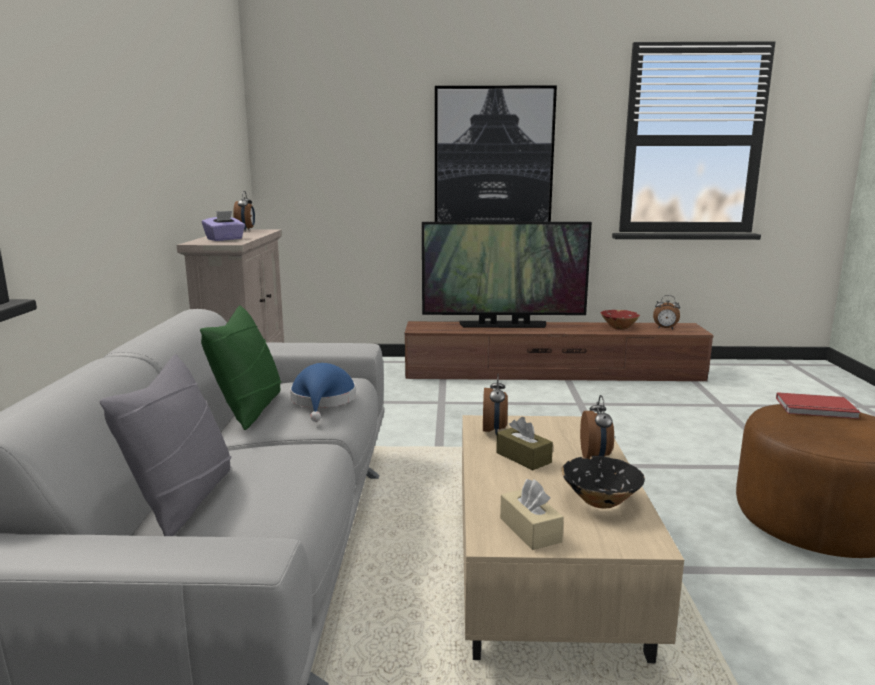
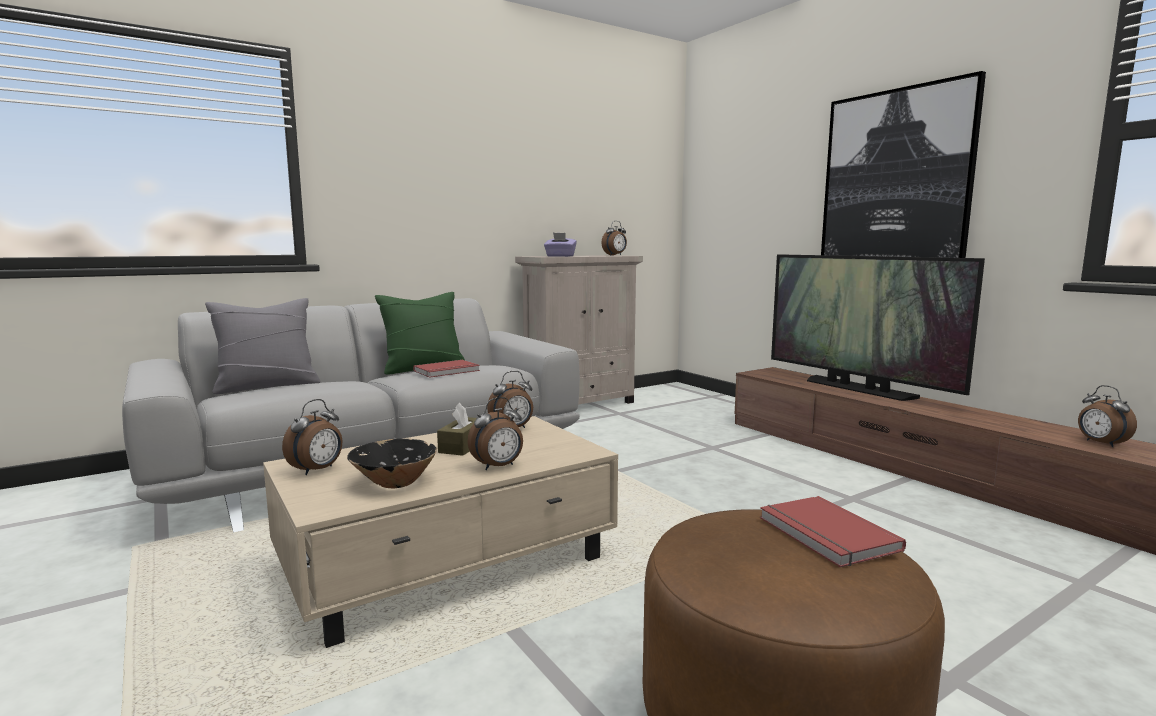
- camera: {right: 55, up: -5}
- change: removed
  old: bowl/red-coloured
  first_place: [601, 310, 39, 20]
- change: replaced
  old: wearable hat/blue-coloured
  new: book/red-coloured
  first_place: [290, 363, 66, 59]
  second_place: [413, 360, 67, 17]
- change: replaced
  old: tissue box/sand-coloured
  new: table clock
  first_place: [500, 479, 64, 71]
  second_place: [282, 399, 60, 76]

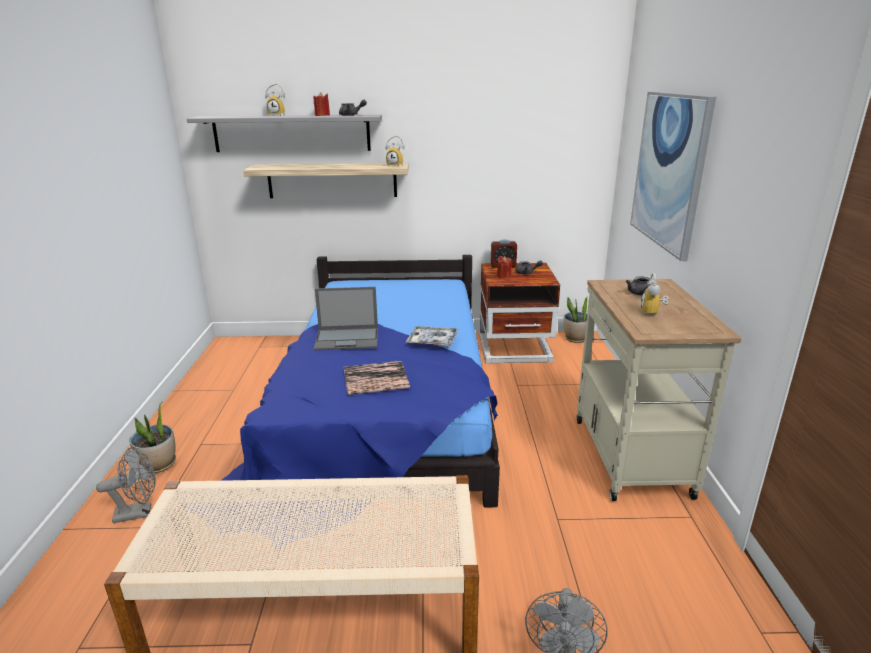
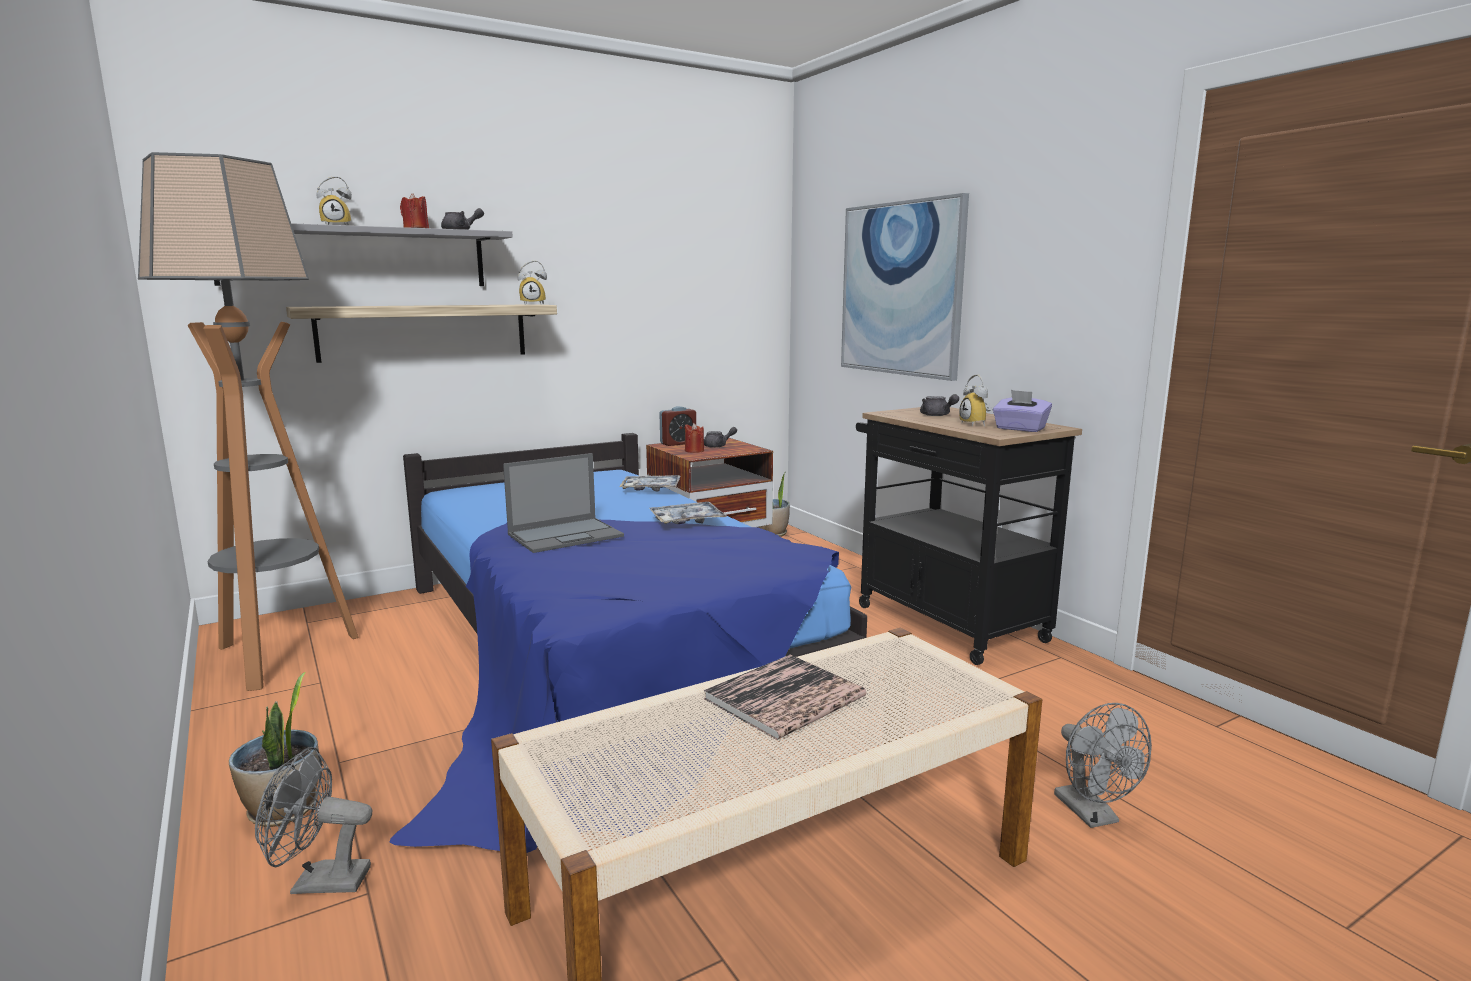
- camera: {right: -30, up: -10}
- change: added
  new: floor lamp
  second_place: [138, 152, 220, 539]
- change: added
  new: carrying tray
  second_place: [619, 475, 61, 17]
- change: added
  new: tissue box/purplish
  second_place: [993, 390, 59, 42]
- change: moved
  old: book
  first_place: [344, 361, 66, 34]
  second_place: [703, 655, 163, 85]
- change: recoloured
  old: cart/sand-coloured
  new: cart/blackish
  first_place: [576, 279, 166, 222]
  second_place: [856, 407, 226, 258]
- change: turned
  old: cooling fan/gray
  first_place: [96, 448, 60, 75]
  second_place: [255, 747, 117, 147]
  degrees: -135

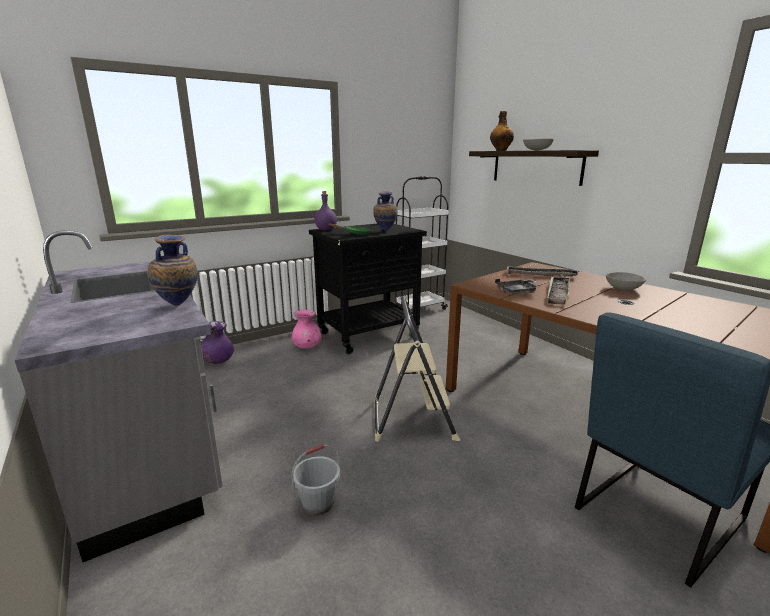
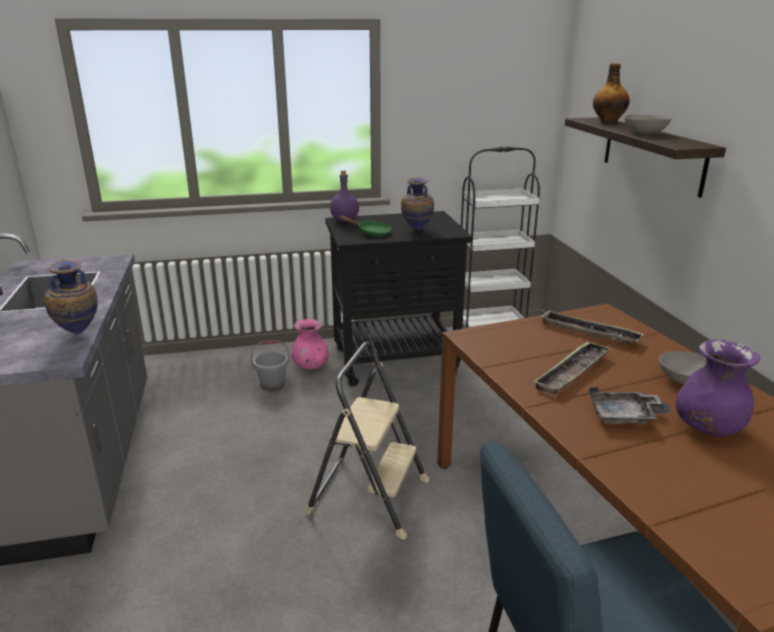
- camera: {right: 20, up: 5}
- change: moved
  old: vase/purplish
  first_place: [201, 321, 33, 43]
  second_place: [676, 339, 84, 97]
- change: moved
  old: bucket/gray
  first_place: [291, 444, 49, 71]
  second_place: [251, 340, 39, 51]
- change: moved
  old: carrying tray/gray
  first_place: [495, 279, 45, 16]
  second_place: [589, 387, 73, 37]

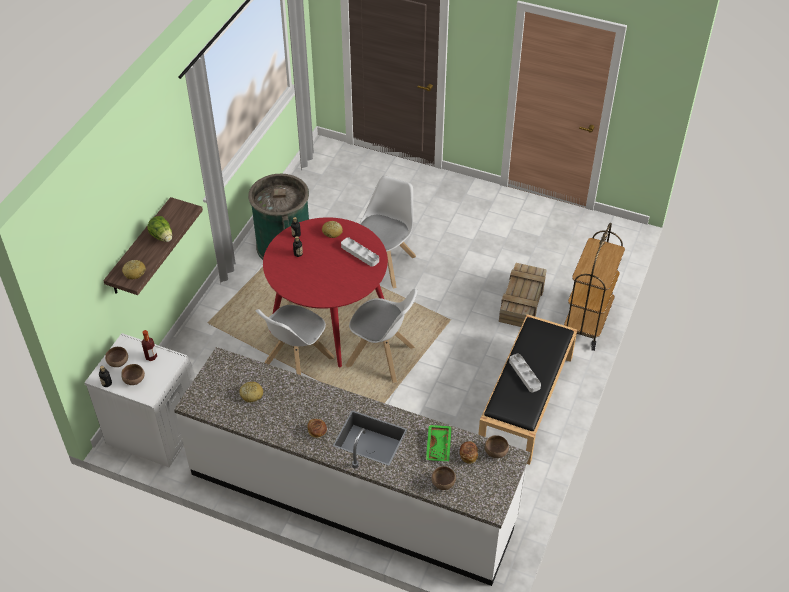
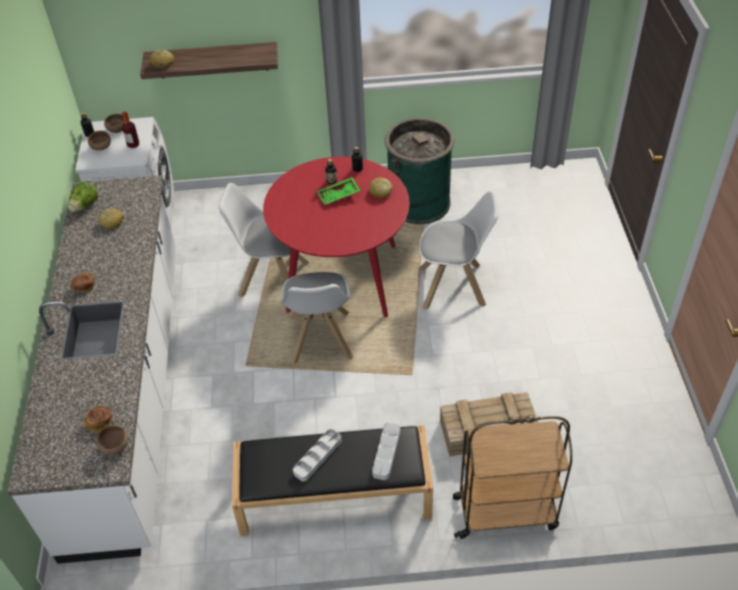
- camera: {right: 65, up: 0}
- change: removed
  old: bowl/brown
  first_place: [431, 466, 25, 24]
- change: moved
  old: lettuce head
  first_place: [147, 216, 25, 26]
  second_place: [68, 182, 30, 30]
- change: moved
  old: carrying tray/gray
  first_place: [341, 238, 38, 29]
  second_place: [372, 423, 28, 57]
- change: moved
  old: carrying tray/green
  first_place: [426, 425, 26, 36]
  second_place: [317, 177, 44, 28]

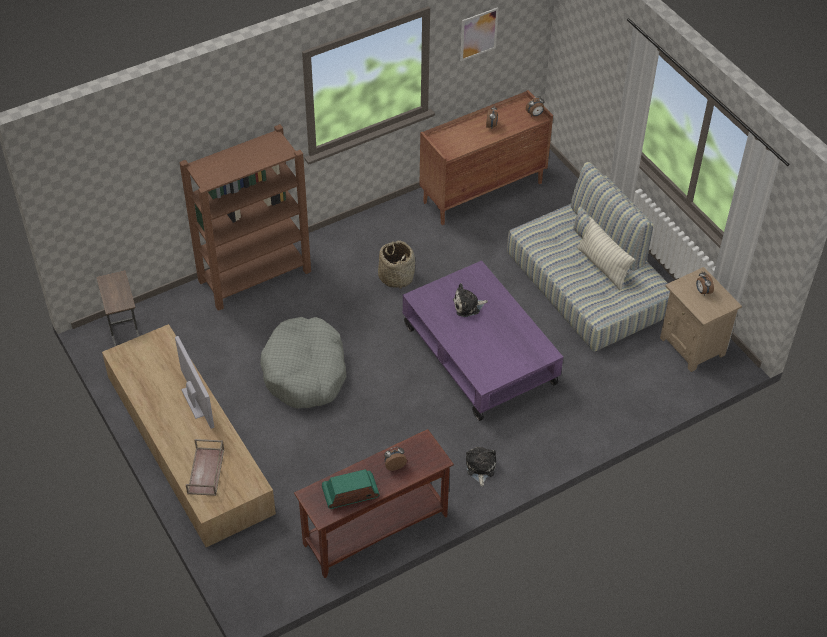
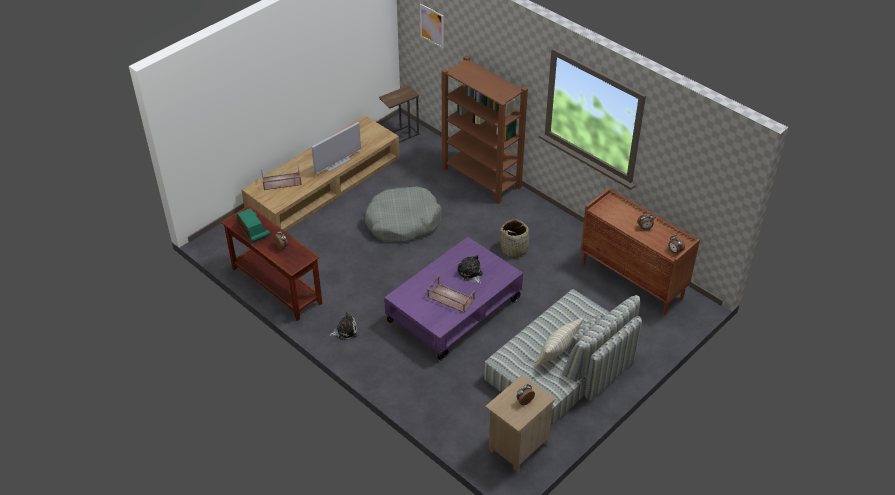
- camera: {right: 75, up: -5}
- change: added
  new: carrying tray/brown
  second_place: [427, 276, 48, 37]
- change: moved
  old: picture
  first_place: [460, 7, 38, 54]
  second_place: [420, 3, 24, 45]

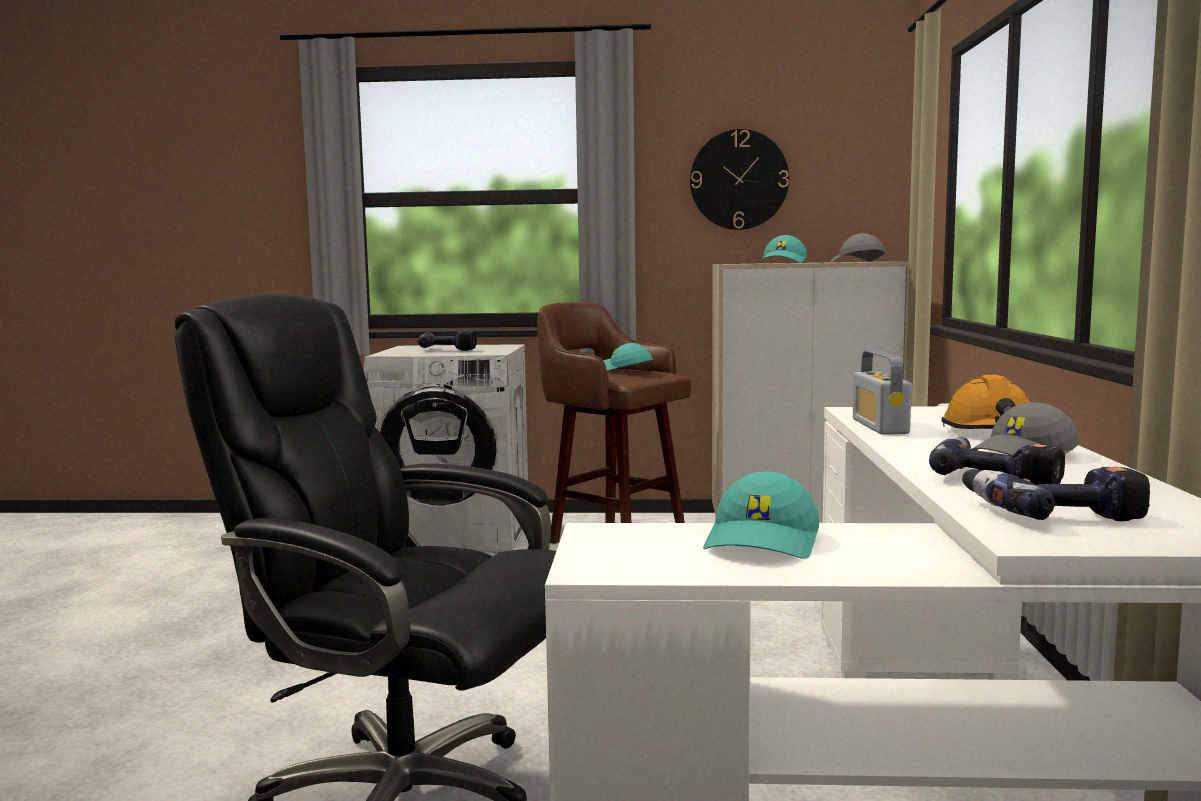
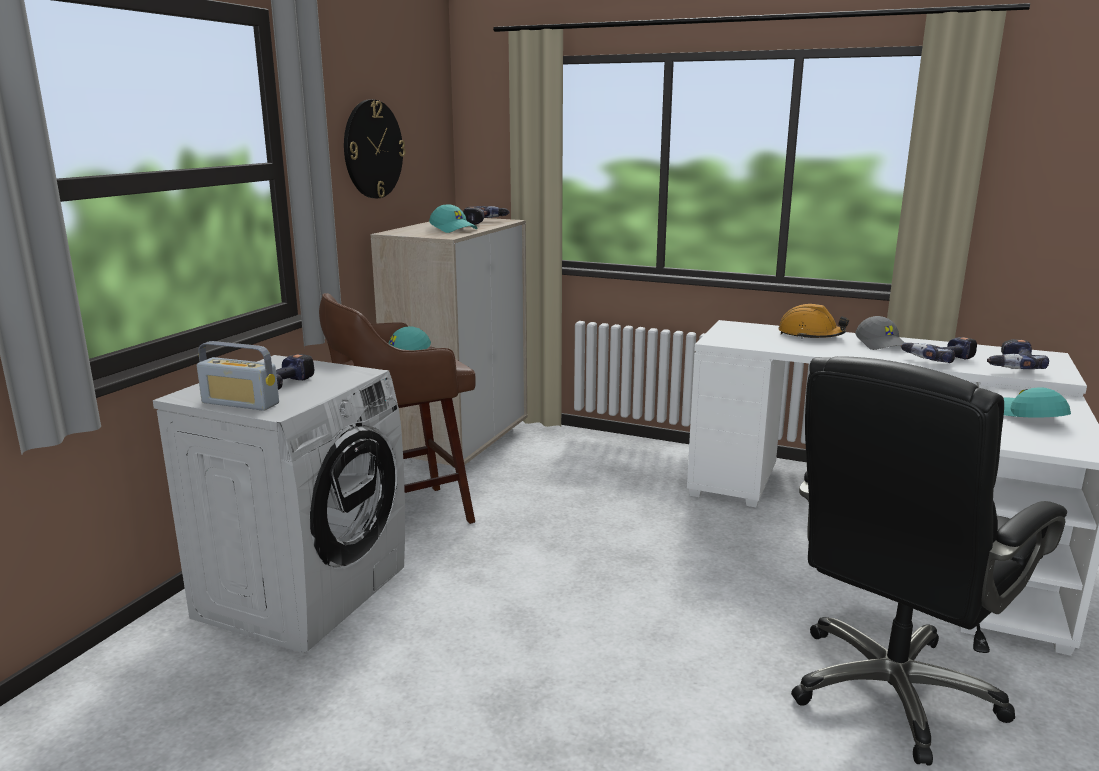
- camera: {right: -70, up: 10}
- change: moved
  old: radio
  first_place: [853, 350, 59, 85]
  second_place: [197, 341, 82, 70]
- change: replaced
  old: cap/gray
  new: electric drill
  first_place: [831, 233, 54, 29]
  second_place: [463, 206, 46, 19]
- change: turned
  old: cap/turquoise-coloured
  first_place: [703, 472, 116, 87]
  second_place: [1003, 387, 68, 31]
  degrees: -150

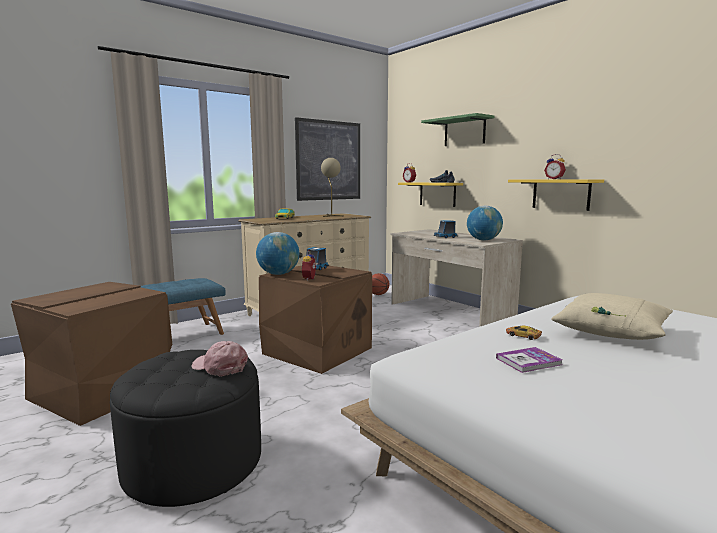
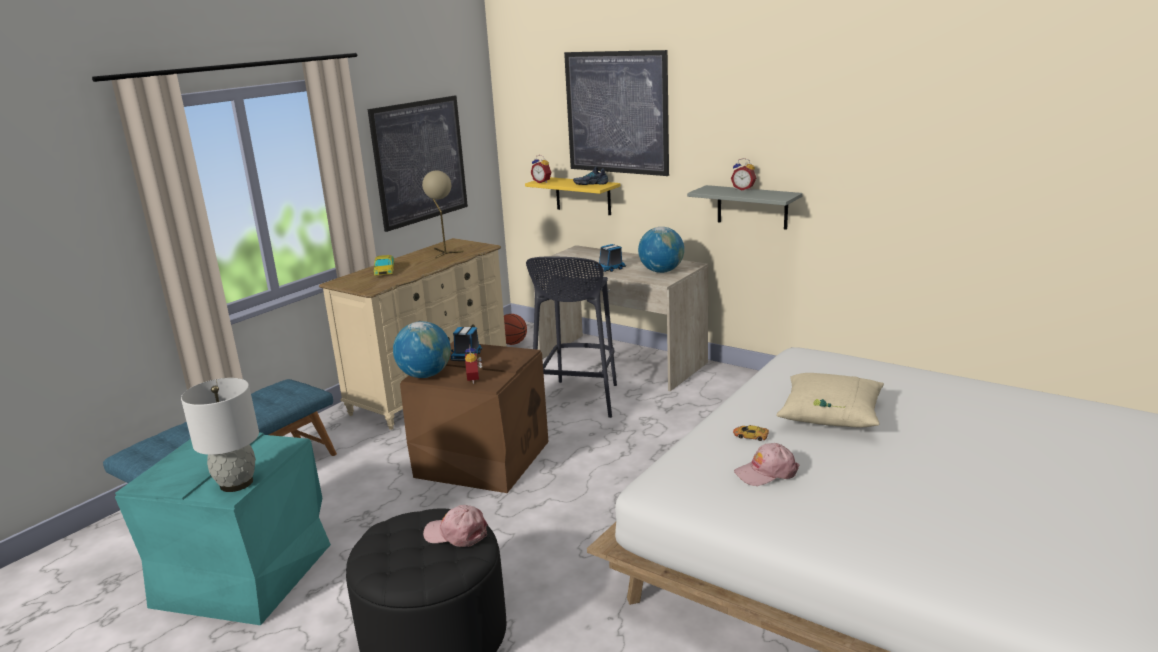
- camera: {right: -15, up: 10}
- change: added
  new: lamp for a table/whitish
  second_place: [181, 378, 78, 114]
- change: added
  new: stool/gray
  second_place: [526, 257, 91, 161]
- change: replaced
  old: shelf/green
  new: picture
  first_place: [421, 113, 73, 33]
  second_place: [564, 50, 105, 126]
- change: replaced
  old: book
  new: cap/pink
  first_place: [496, 347, 66, 26]
  second_place: [734, 443, 65, 43]
- change: recoloured
  old: storage box/brown
  new: storage box/turquoise-coloured
  first_place: [11, 282, 161, 144]
  second_place: [115, 433, 216, 192]
- change: recoloured
  old: shelf/yellow-coloured
  new: shelf/gray
  first_place: [508, 179, 96, 32]
  second_place: [687, 185, 116, 45]

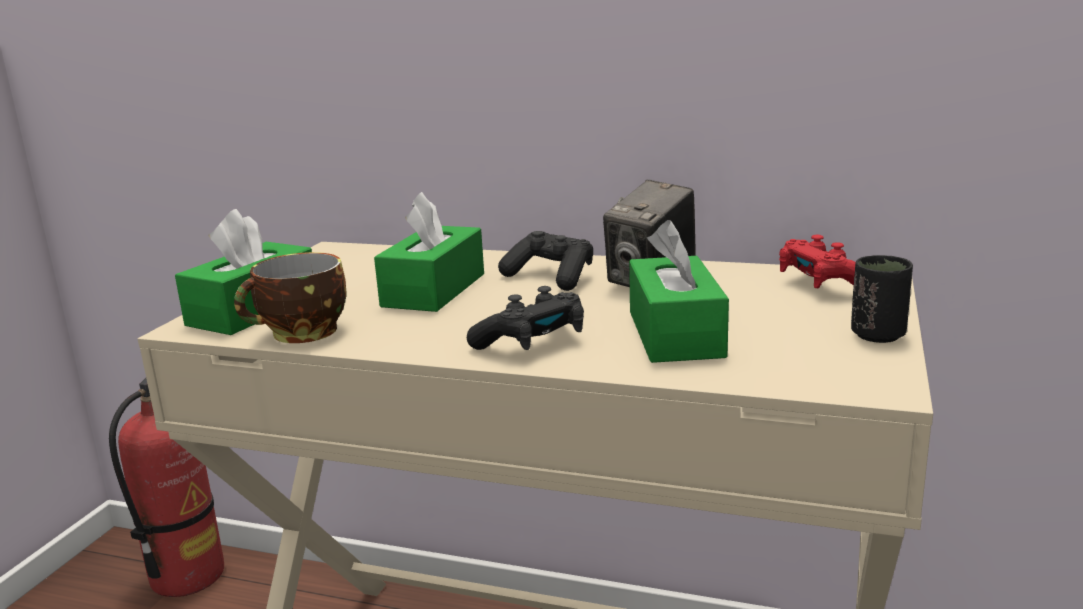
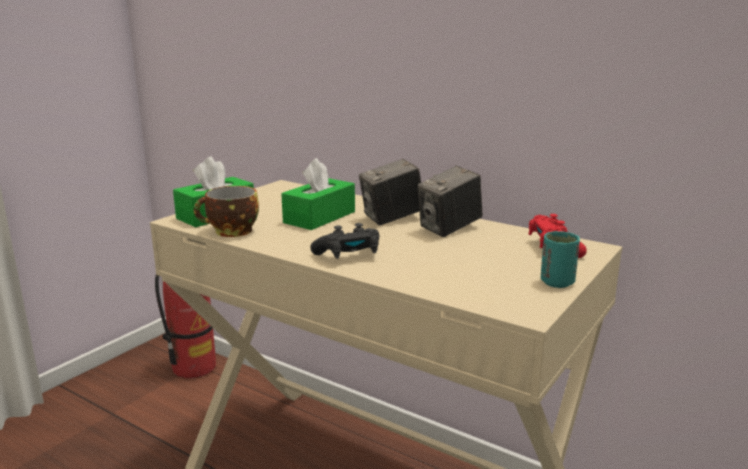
- camera: {right: 15, up: 0}
- change: removed
  old: tissue box/green
  first_place: [629, 220, 100, 143]
- change: replaced
  old: gamepad/blackish
  new: still camera
  first_place: [498, 231, 95, 60]
  second_place: [359, 158, 62, 67]
- change: recoloured
  old: cup/blackish
  new: cup/turquoise-coloured
  first_place: [851, 255, 62, 88]
  second_place: [541, 231, 39, 57]

